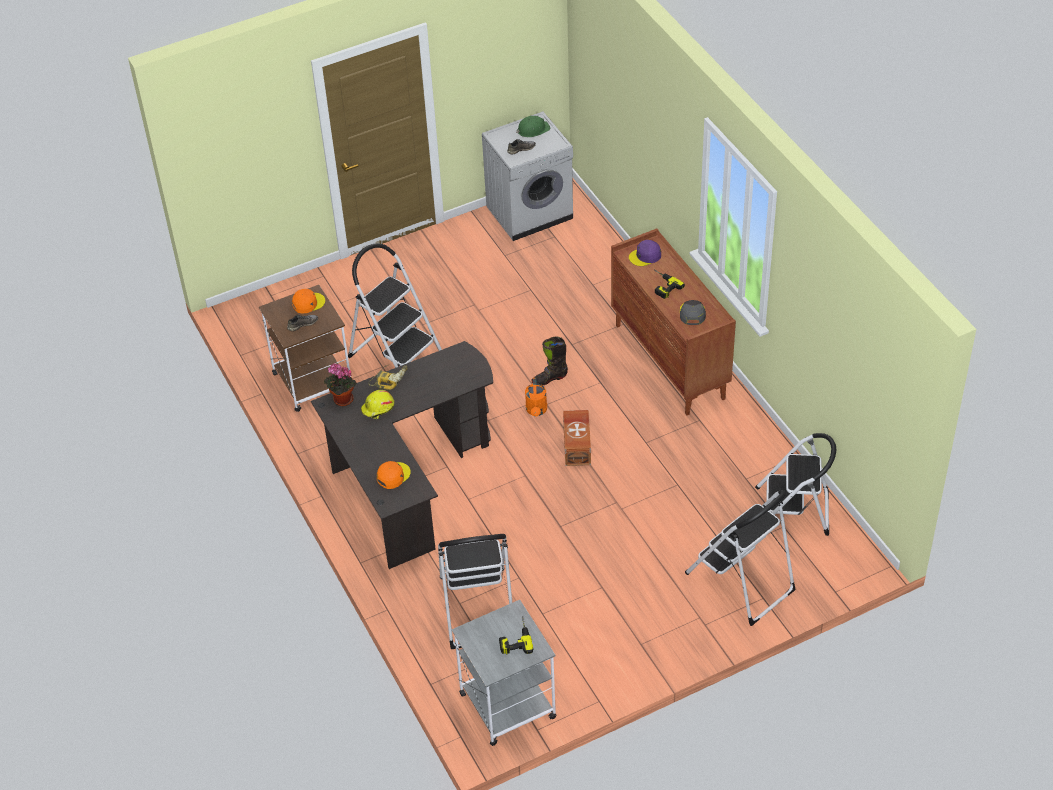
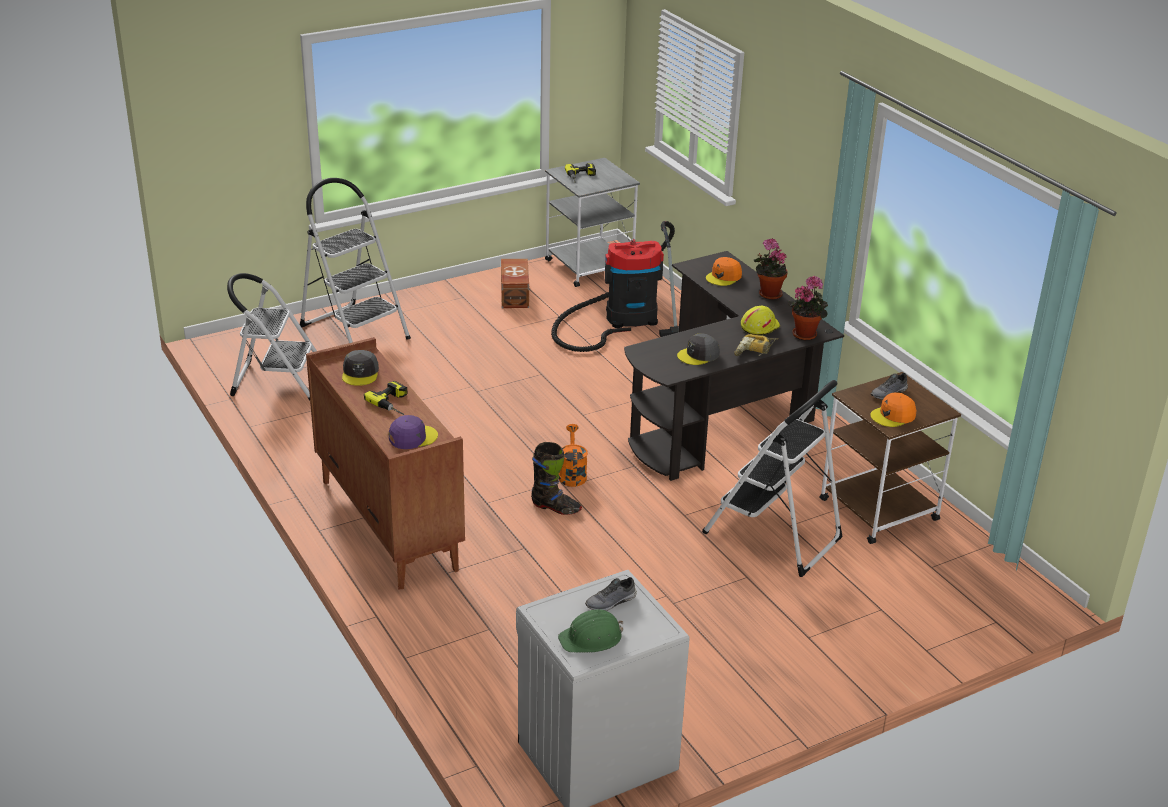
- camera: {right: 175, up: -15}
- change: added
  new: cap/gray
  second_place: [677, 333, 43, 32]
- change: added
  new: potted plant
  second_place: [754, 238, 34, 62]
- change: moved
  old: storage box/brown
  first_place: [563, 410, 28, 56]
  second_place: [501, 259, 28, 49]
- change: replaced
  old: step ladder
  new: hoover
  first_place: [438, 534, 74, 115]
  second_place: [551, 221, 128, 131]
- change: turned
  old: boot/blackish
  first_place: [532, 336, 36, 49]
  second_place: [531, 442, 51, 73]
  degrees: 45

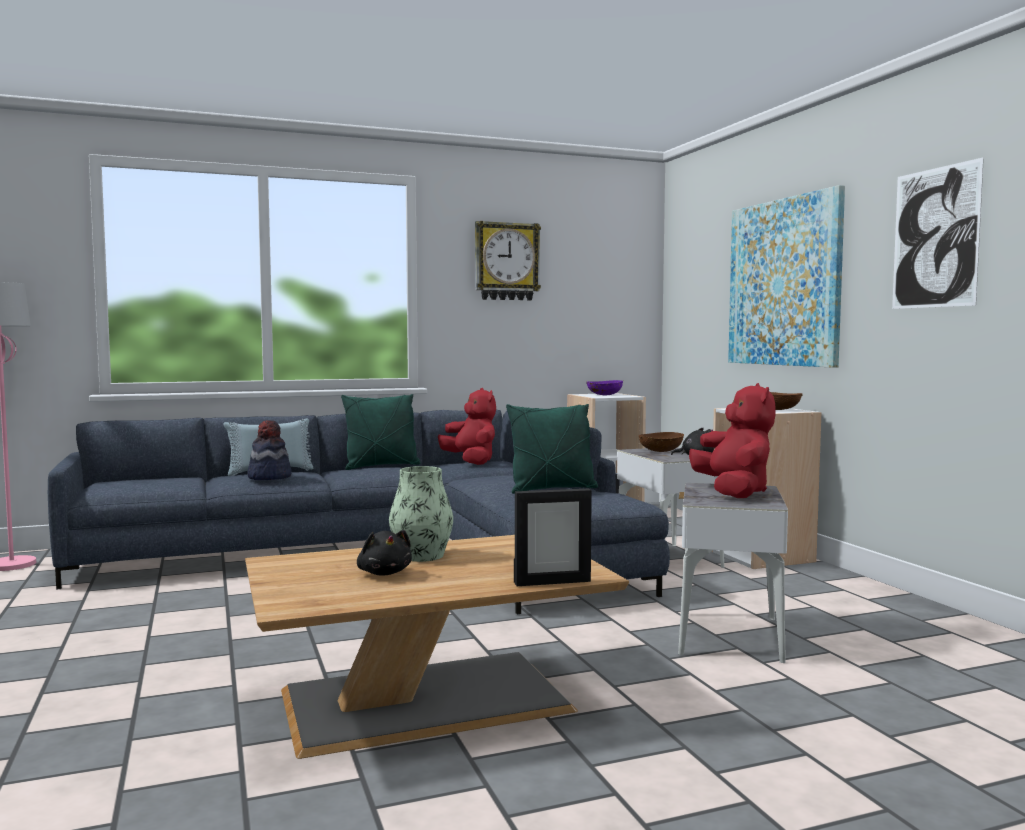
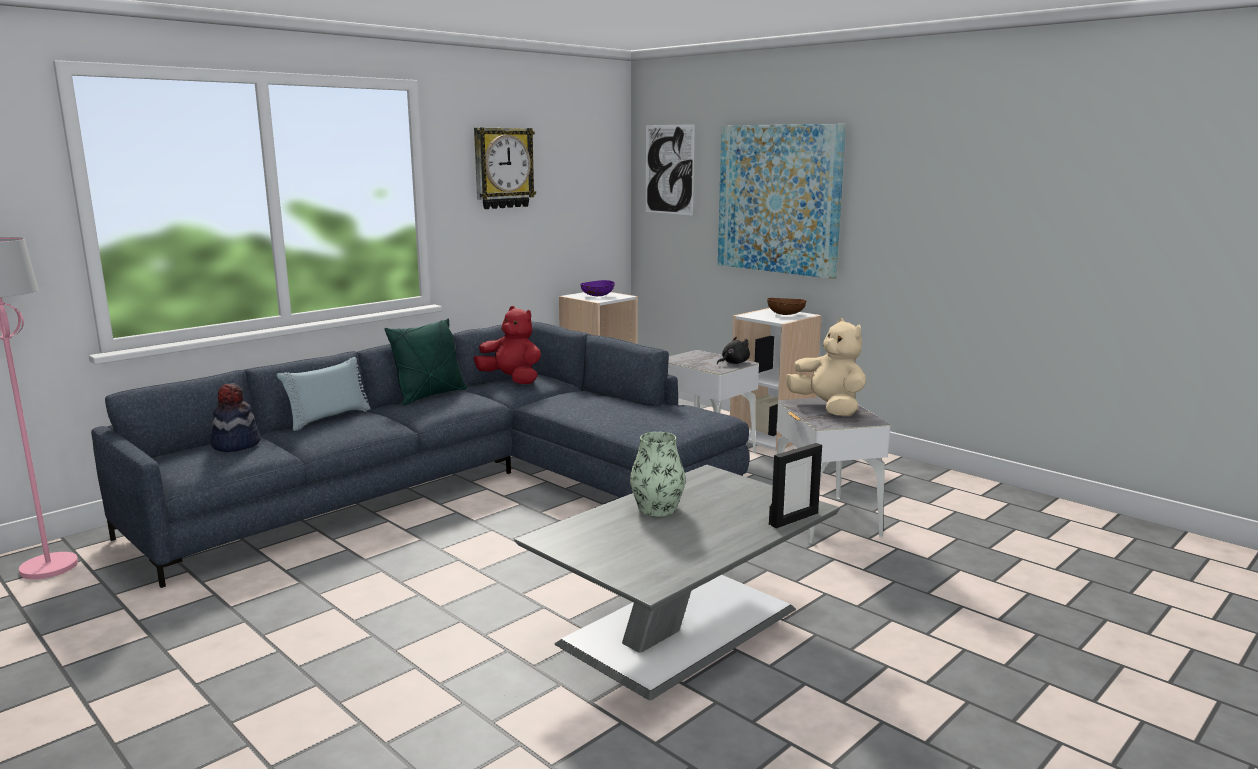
- camera: {right: -25, up: 10}
- change: removed
  old: cuddly toy/blackish
  first_place: [357, 530, 55, 45]
- change: removed
  old: throw pillow/green
  first_place: [506, 404, 92, 90]
- change: removed
  old: bowl/brown
  first_place: [639, 432, 45, 20]
- change: moved
  old: wearable hat
  first_place: [248, 420, 44, 60]
  second_place: [211, 383, 50, 69]
- change: moved
  old: picture
  first_place: [892, 157, 92, 152]
  second_place: [646, 124, 49, 91]
- change: recoloured
  old: lounge table/brown
  new: lounge table/gray
  first_place: [245, 535, 384, 224]
  second_place: [514, 465, 326, 235]
- change: recoloured
  old: cuddly toy/red-coloured
  new: cuddly toy/sand-coloured
  first_place: [689, 383, 87, 115]
  second_place: [786, 318, 80, 98]

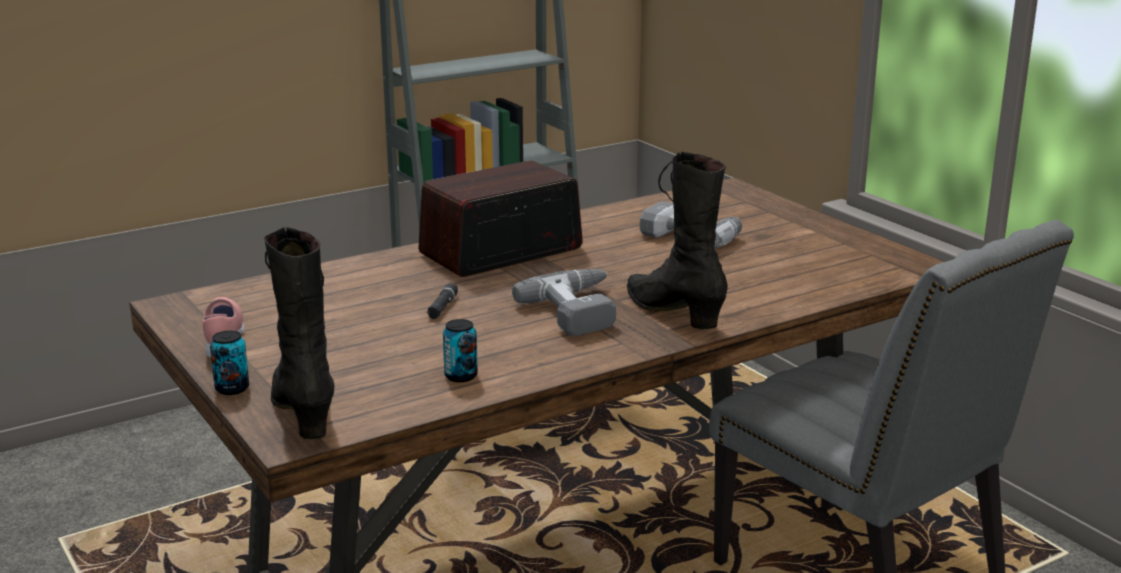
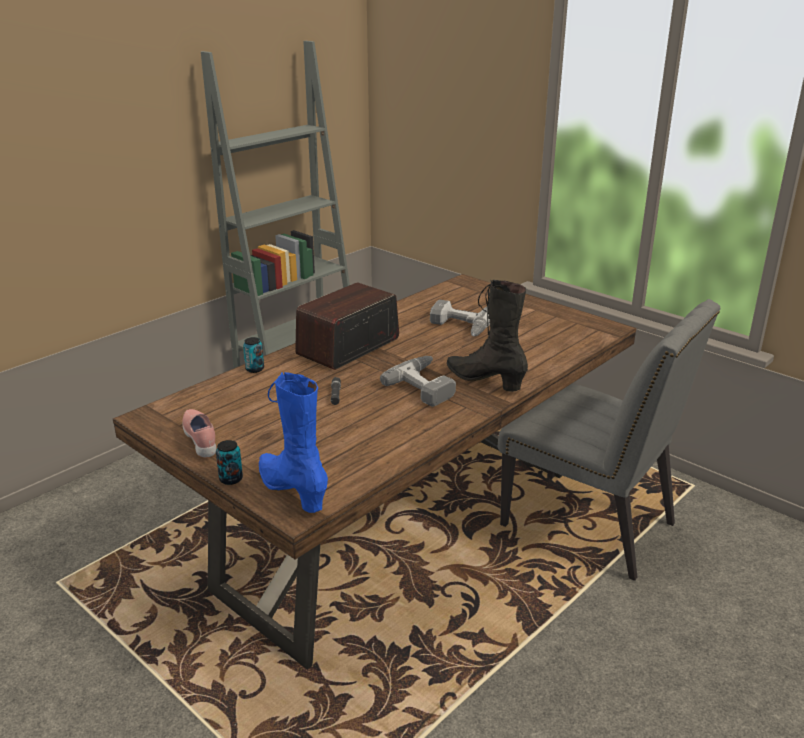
- camera: {right: -15, up: 5}
- change: moved
  old: sealed can
  first_place: [443, 319, 35, 63]
  second_place: [243, 337, 21, 36]
- change: recoloured
  old: boot/blackish
  new: boot/blue-coloured
  first_place: [264, 227, 70, 212]
  second_place: [259, 372, 69, 141]

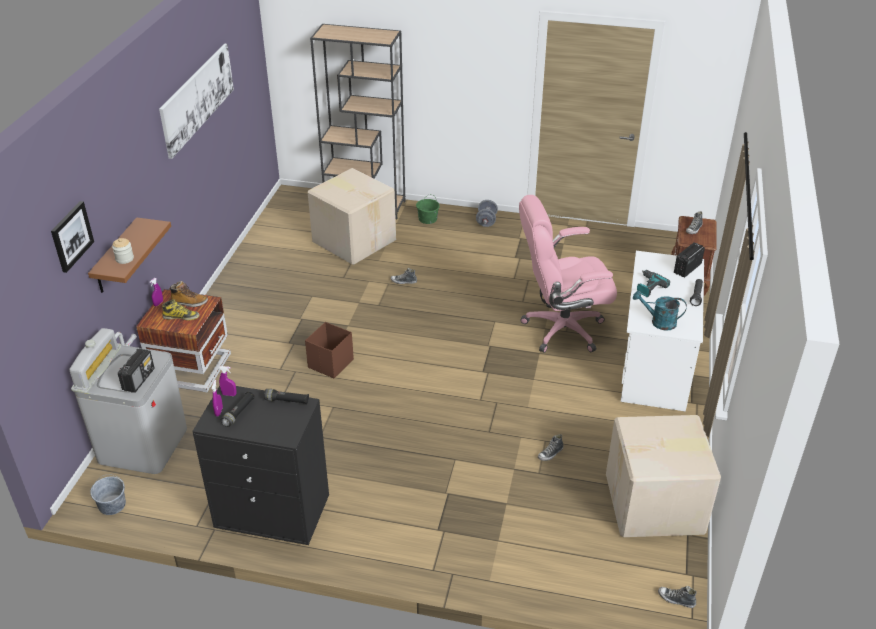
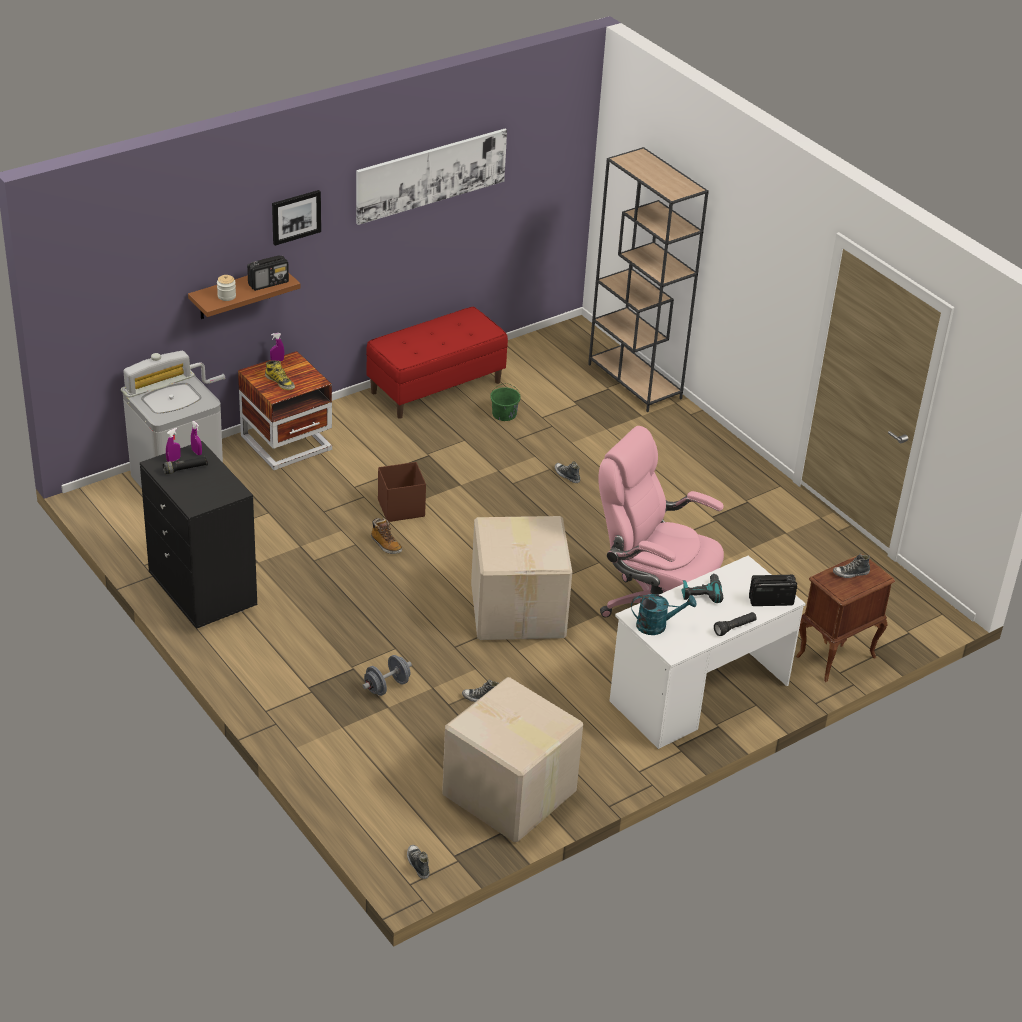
- camera: {right: 40, up: 0}
- change: removed
  old: bucket/gray
  first_place: [90, 475, 36, 40]
- change: removed
  old: flashlight/blackish
  first_place: [264, 389, 45, 15]
- change: added
  new: bench/red-coloured
  second_place: [366, 307, 142, 112]
- change: moved
  old: picture
  first_place: [51, 201, 43, 72]
  second_place: [272, 190, 49, 56]
- change: moved
  old: radio
  first_place: [118, 348, 36, 45]
  second_place: [247, 255, 42, 36]
- change: moved
  old: boot
  first_place: [169, 281, 39, 26]
  second_place: [371, 518, 32, 36]
- change: moved
  old: cardboard box
  first_place: [308, 168, 88, 97]
  second_place: [471, 516, 101, 124]
- change: moved
  old: bucket/green
  first_place: [416, 194, 24, 30]
  second_place: [490, 383, 30, 38]
- change: moved
  old: free weight/gray
  first_place: [476, 200, 22, 27]
  second_place: [363, 655, 49, 41]
- change: turned
  old: watering pot/turquoise-coloured
  first_place: [633, 291, 54, 40]
  second_place: [631, 594, 66, 41]
  degrees: 120

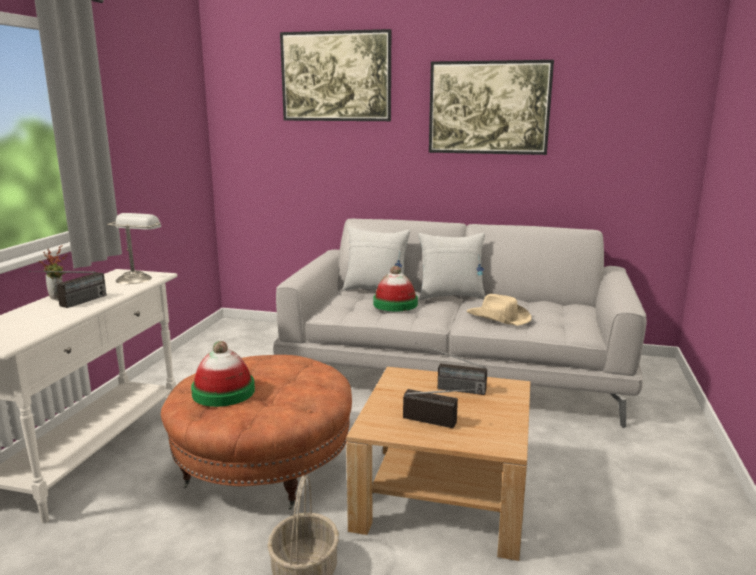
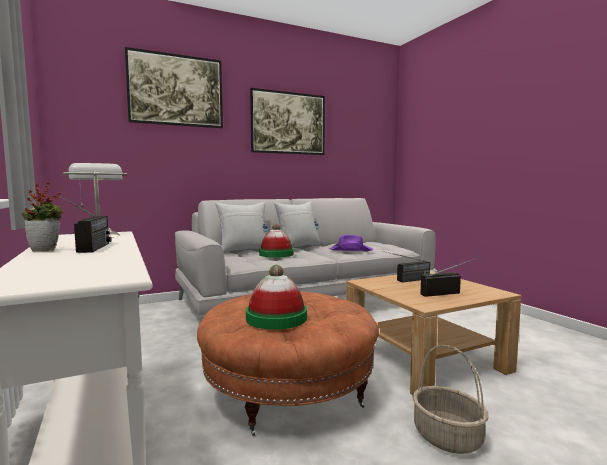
- camera: {right: -40, up: -10}
- change: recoloured
  old: wearable hat/sand-coloured
  new: wearable hat/purplish
  first_place: [466, 294, 66, 32]
  second_place: [329, 235, 44, 16]

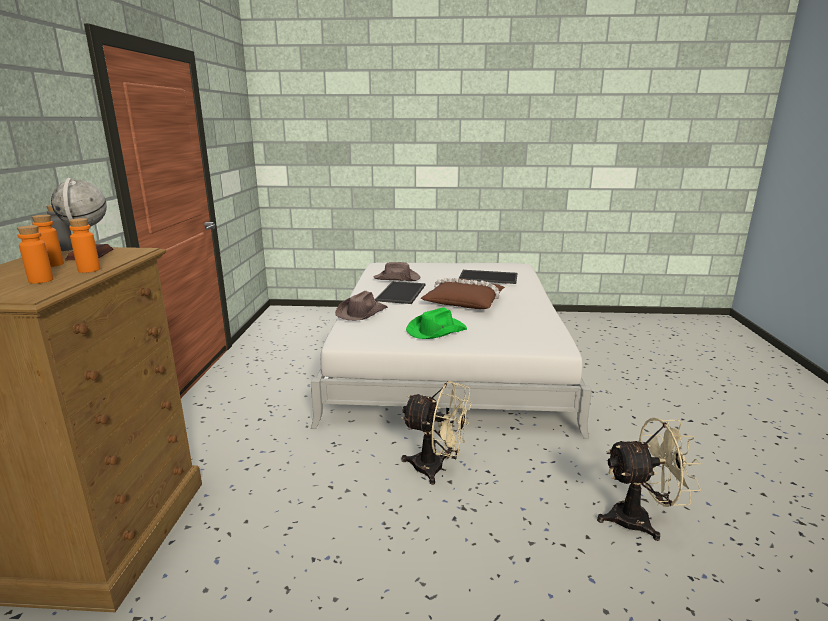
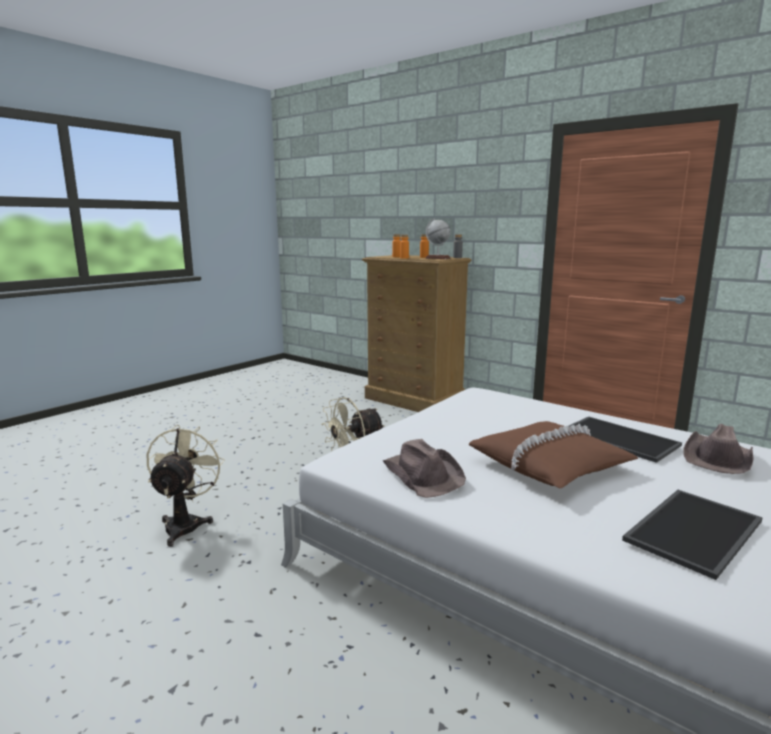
- camera: {right: 125, up: -5}
- change: removed
  old: wearable hat/green
  first_place: [406, 307, 61, 32]
- change: moved
  old: wearable hat/brown
  first_place: [335, 291, 53, 30]
  second_place: [383, 439, 83, 59]
- change: turned
  old: cooling fan/sand-coloured
  first_place: [597, 418, 105, 123]
  second_place: [147, 424, 78, 122]
  degrees: 150

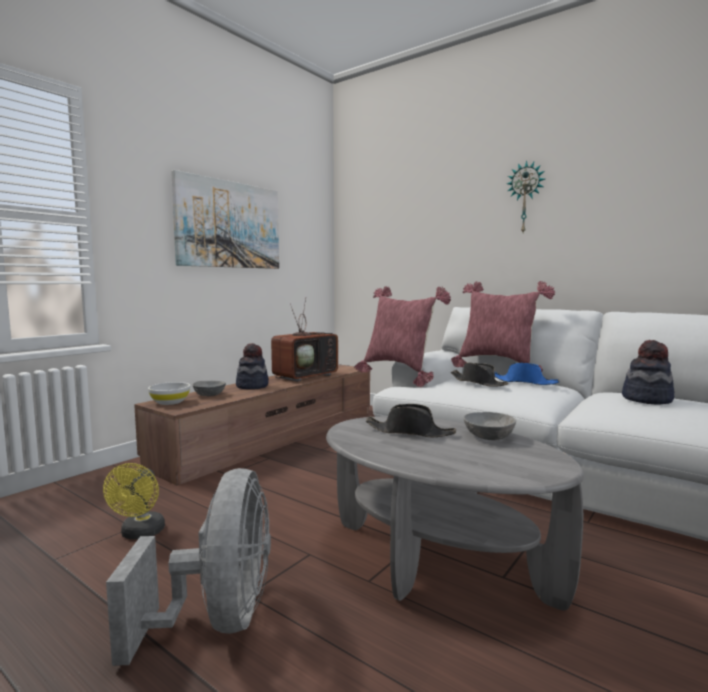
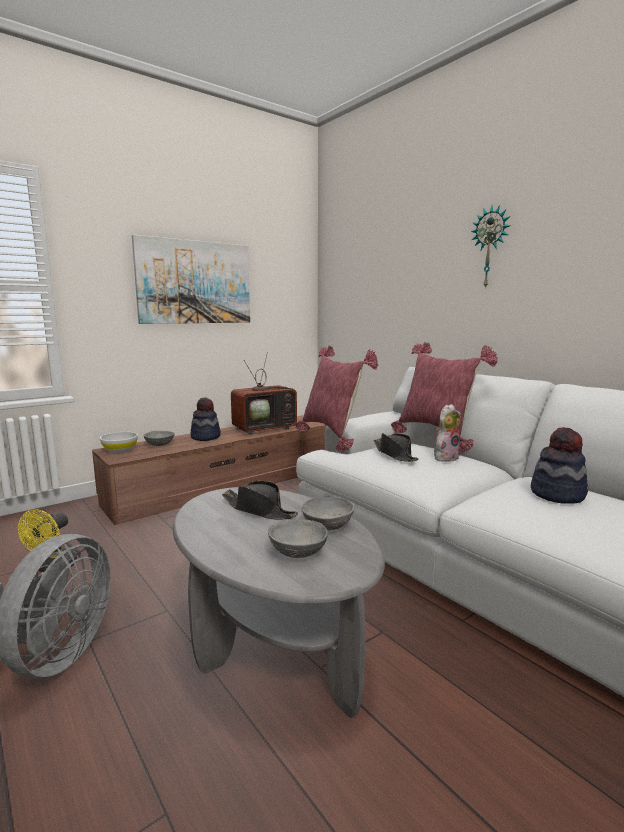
- camera: {right: 15, up: 5}
- change: added
  new: bowl/gray
  second_place: [268, 519, 60, 39]
- change: replaced
  old: wearable hat/blue-coloured
  new: cuddly toy
  first_place: [495, 363, 64, 22]
  second_place: [434, 404, 28, 58]

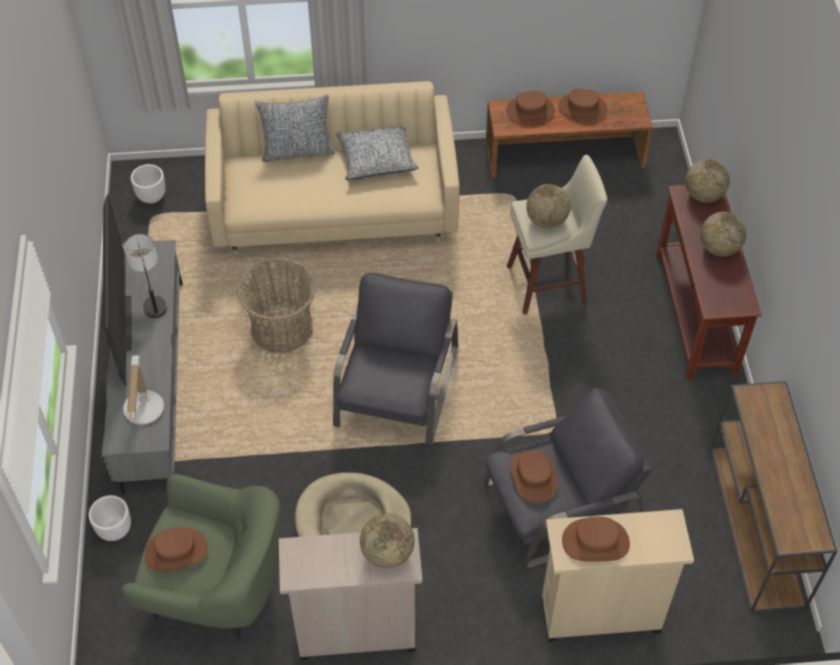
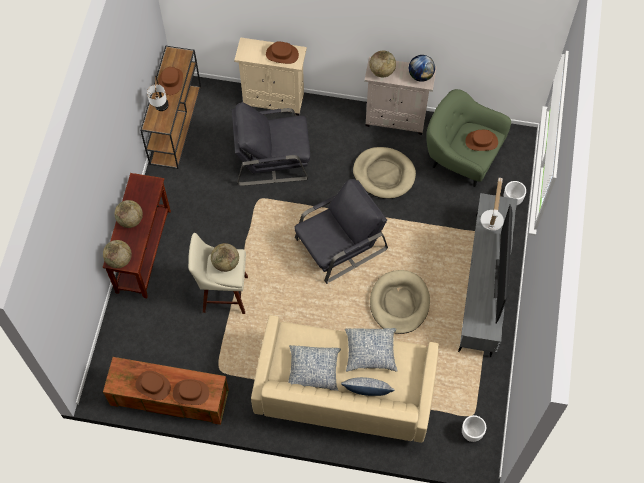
- camera: {right: -165, up: 10}
- change: added
  new: throw pillow
  second_place: [345, 328, 53, 44]
- change: added
  new: world globe
  second_place: [409, 55, 26, 27]
- change: moved
  old: lamp for a table
  first_place: [124, 234, 43, 84]
  second_place: [147, 76, 21, 35]
- change: moved
  old: wearable hat/brown
  first_place: [510, 450, 47, 53]
  second_place: [159, 67, 24, 28]
- change: replaced
  old: storage basket
  new: pet bed/sand-coloured
  first_place: [237, 258, 79, 95]
  second_place: [370, 270, 60, 64]
- change: turned
  old: easy chair/gray
  first_place: [333, 273, 125, 173]
  second_place: [294, 179, 94, 105]
  degrees: -150

